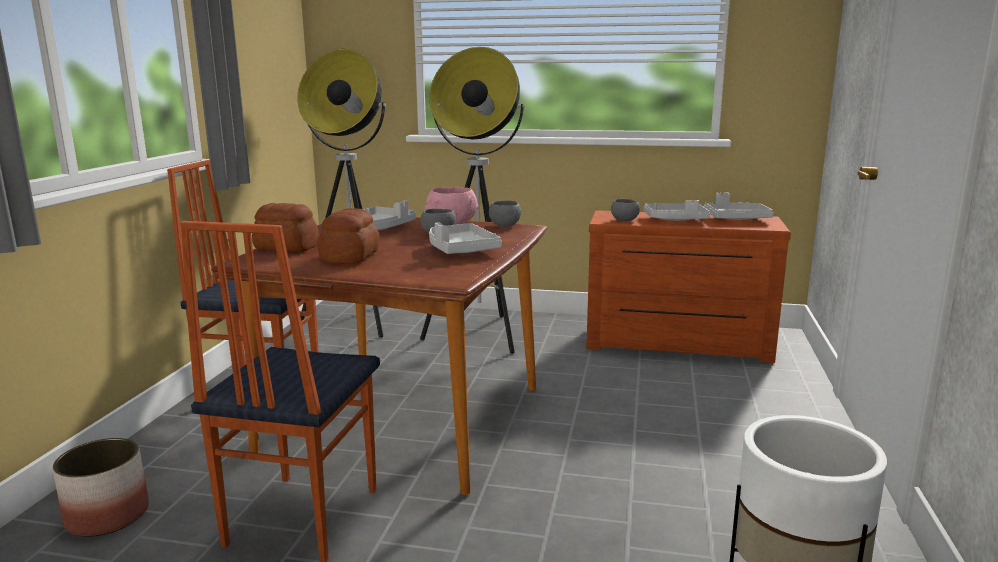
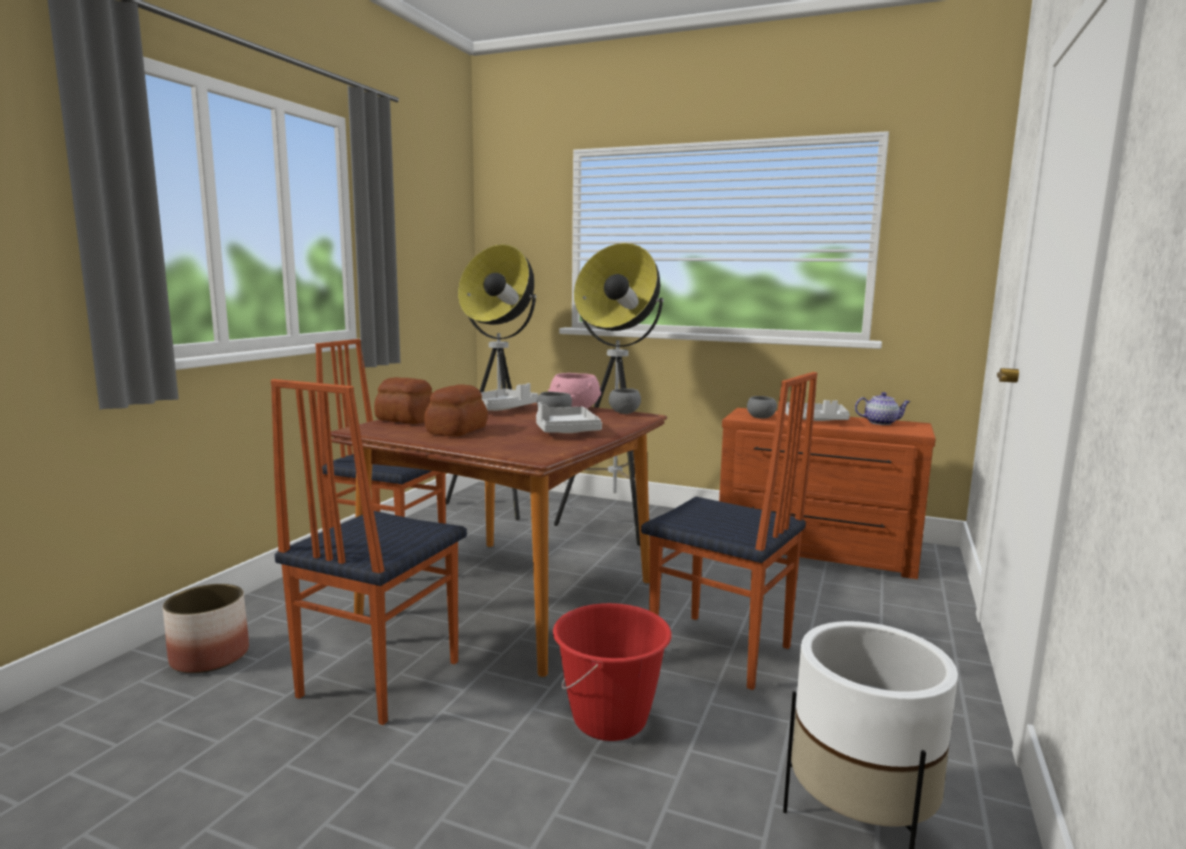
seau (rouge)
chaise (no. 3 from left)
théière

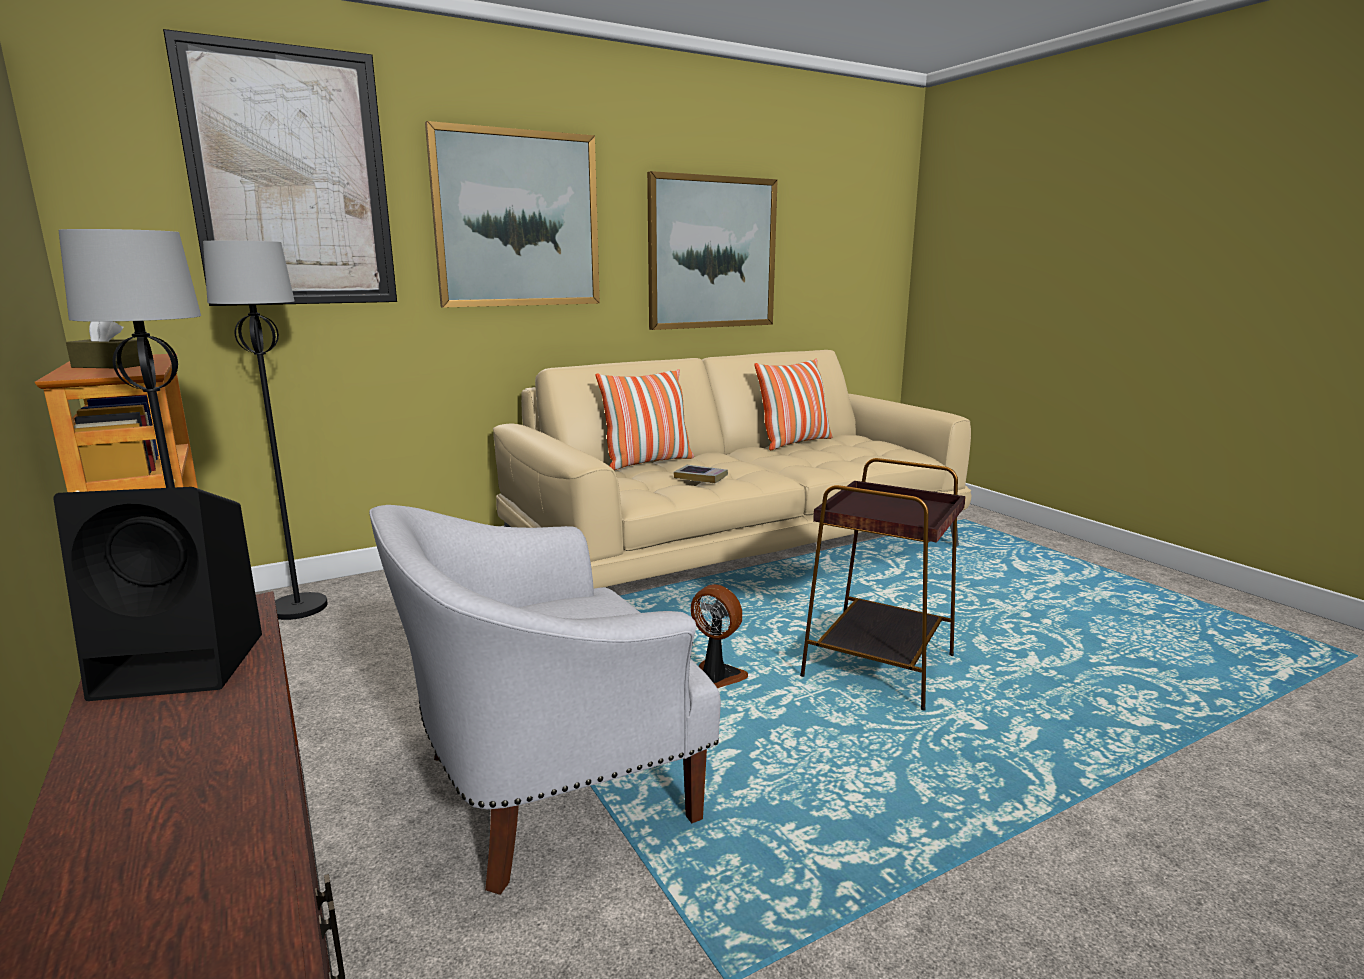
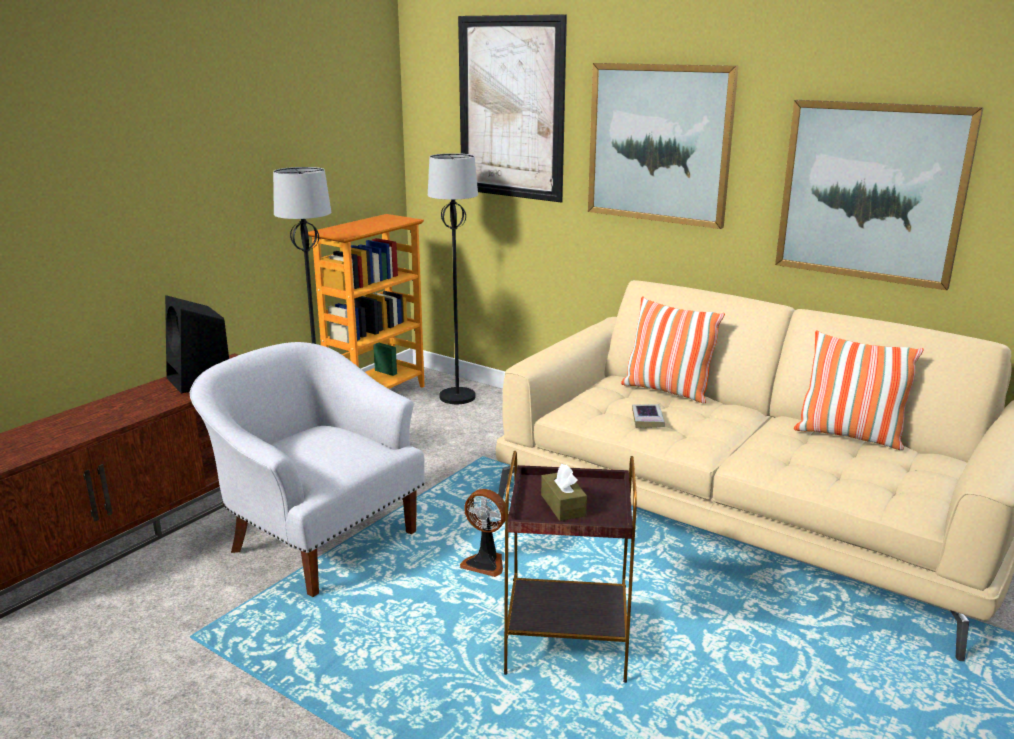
ventilateur
boîte à mouchoirs (marron)

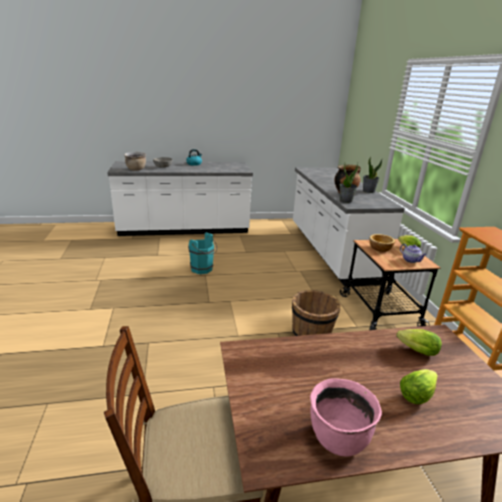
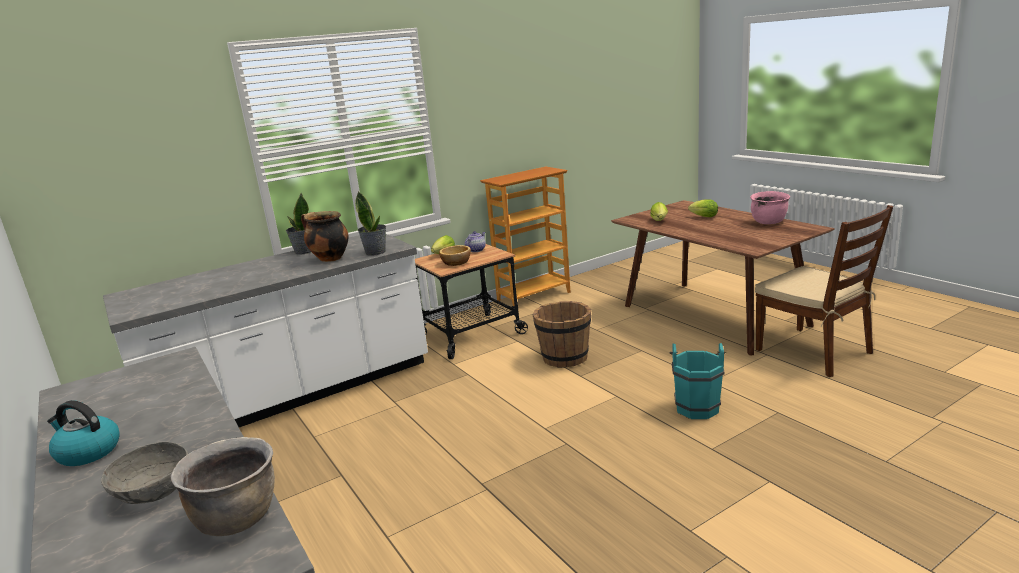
seau (turquoise)

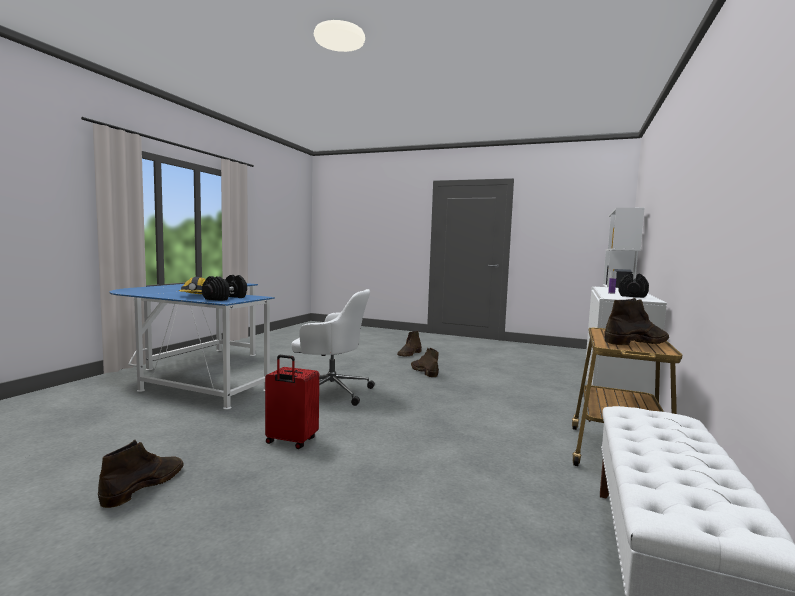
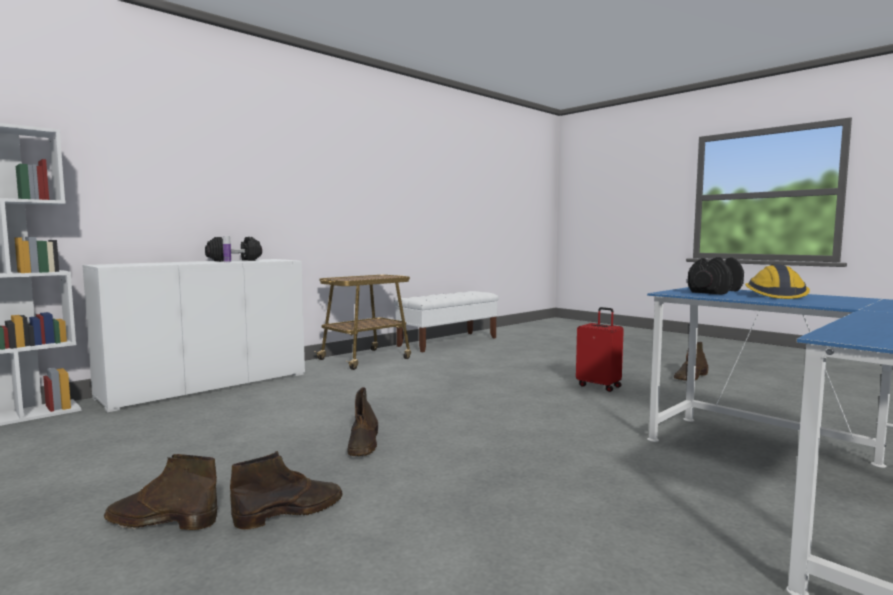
botte (marron) (no. 1 from left)
chaise de bureau (blanc)

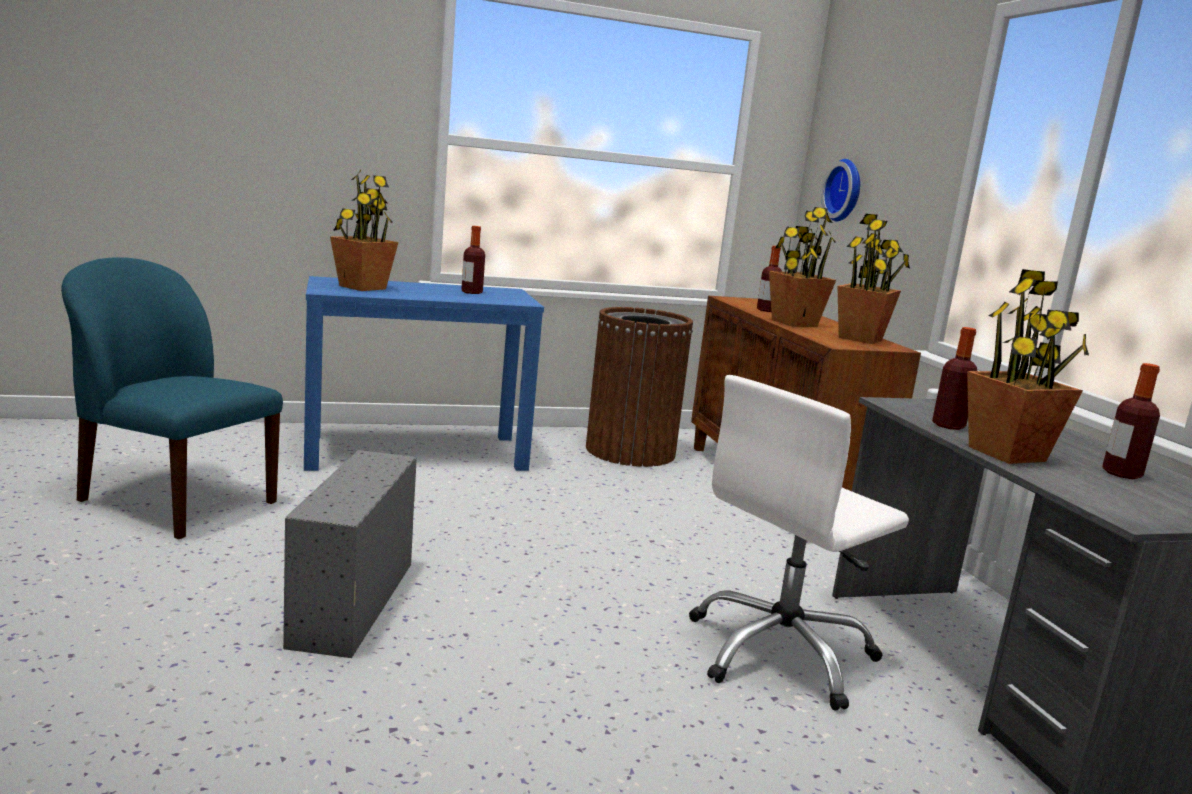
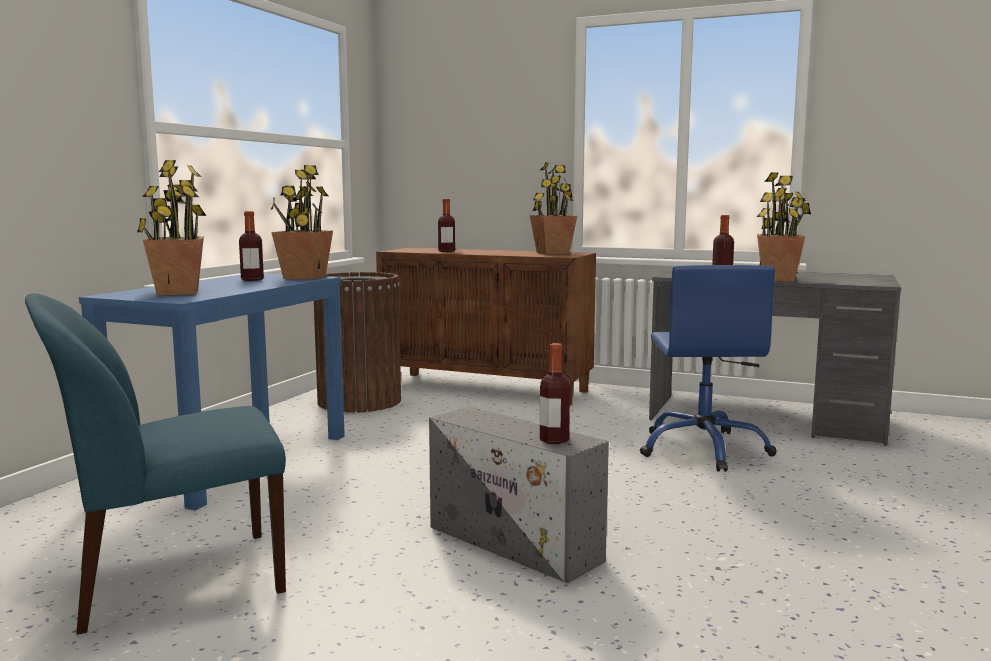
plante en pot (no. 2 from left)
bouteille (no. 3 from left)
chaise de bureau (bleu)
horloge murale

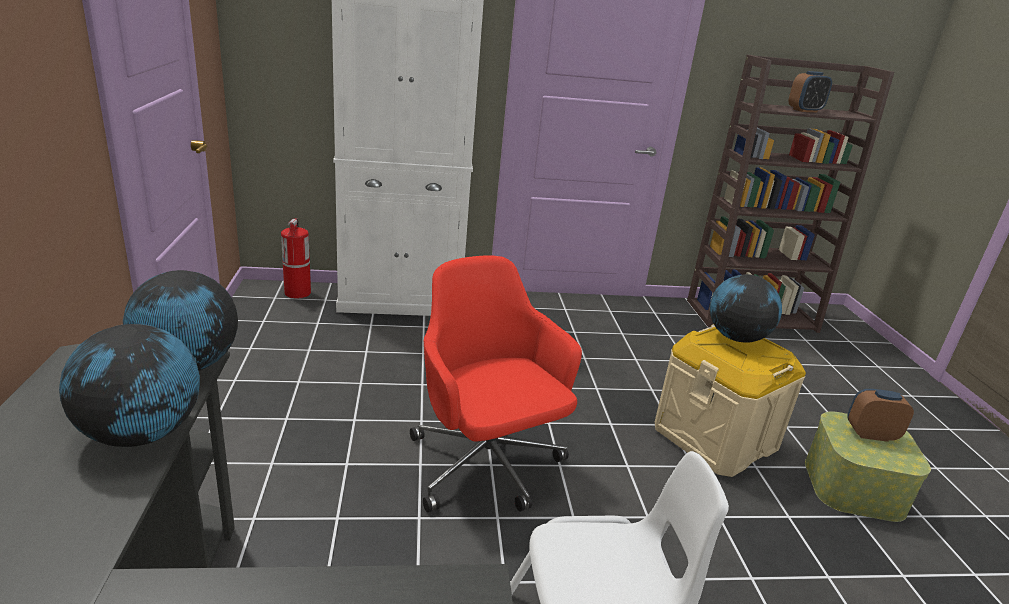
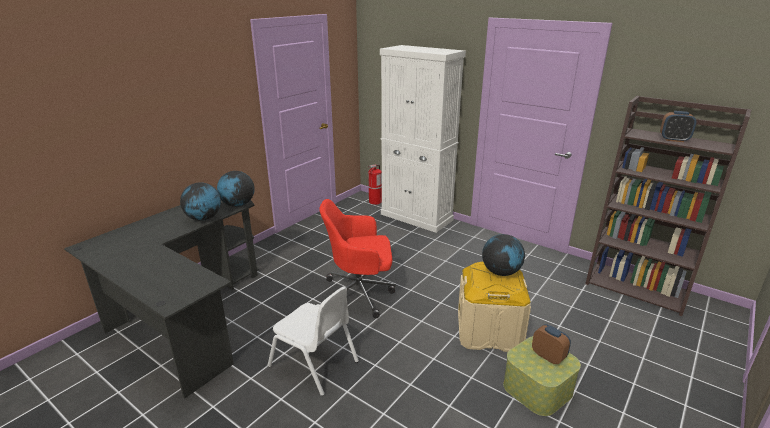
chaise de bureau (rouge)

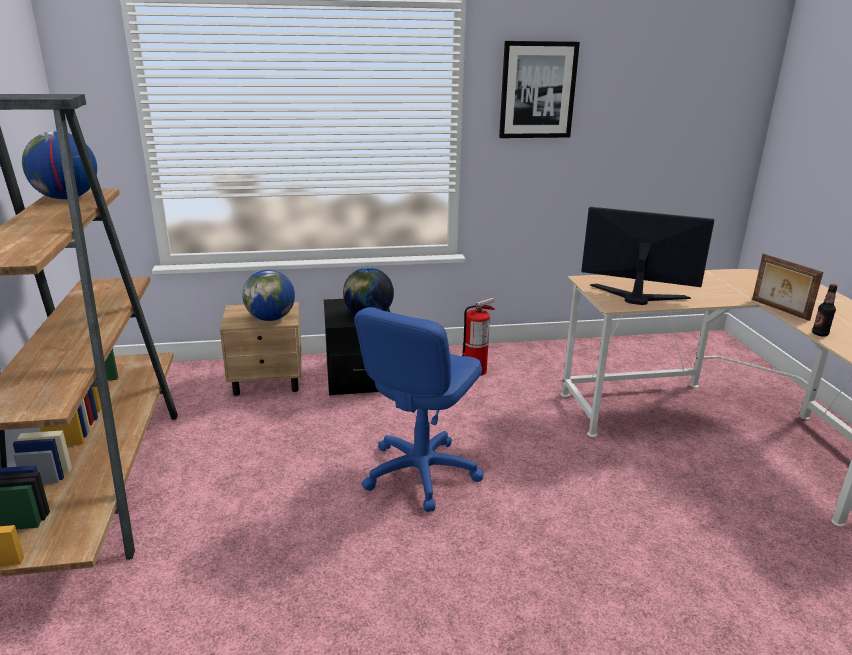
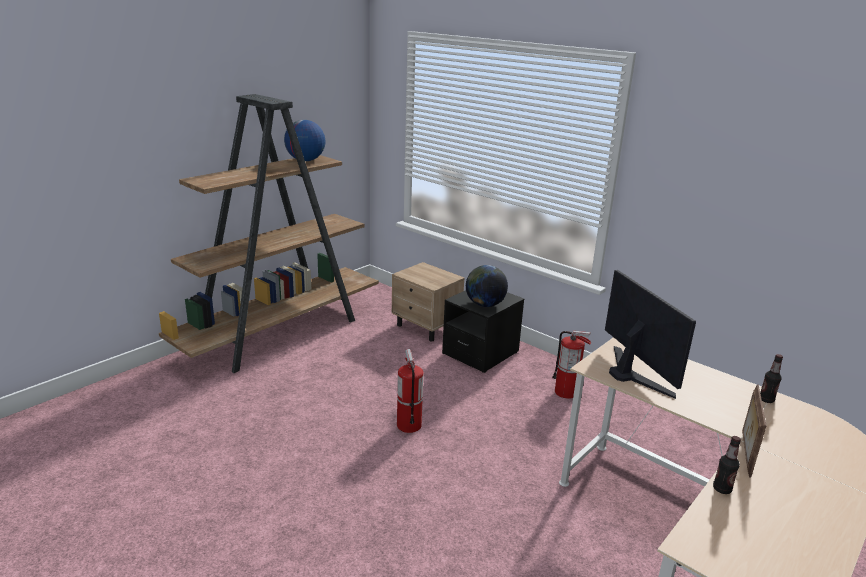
extincteur (no. 1 from left)
bouteille (no. 2 from left)
globe (no. 2 from left in the first image)
tableau

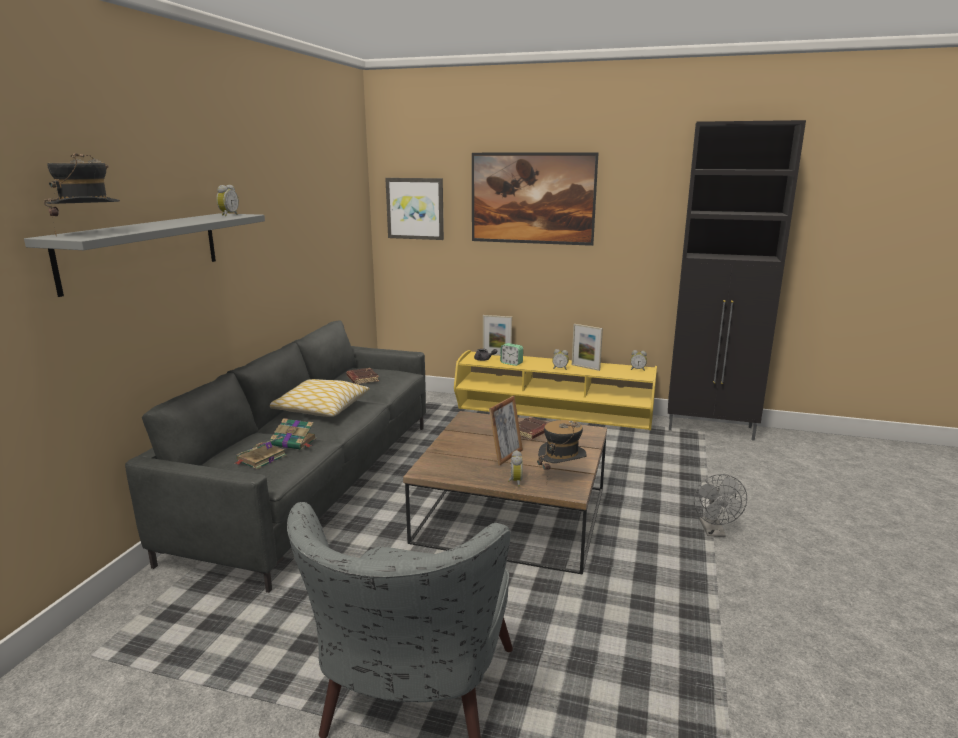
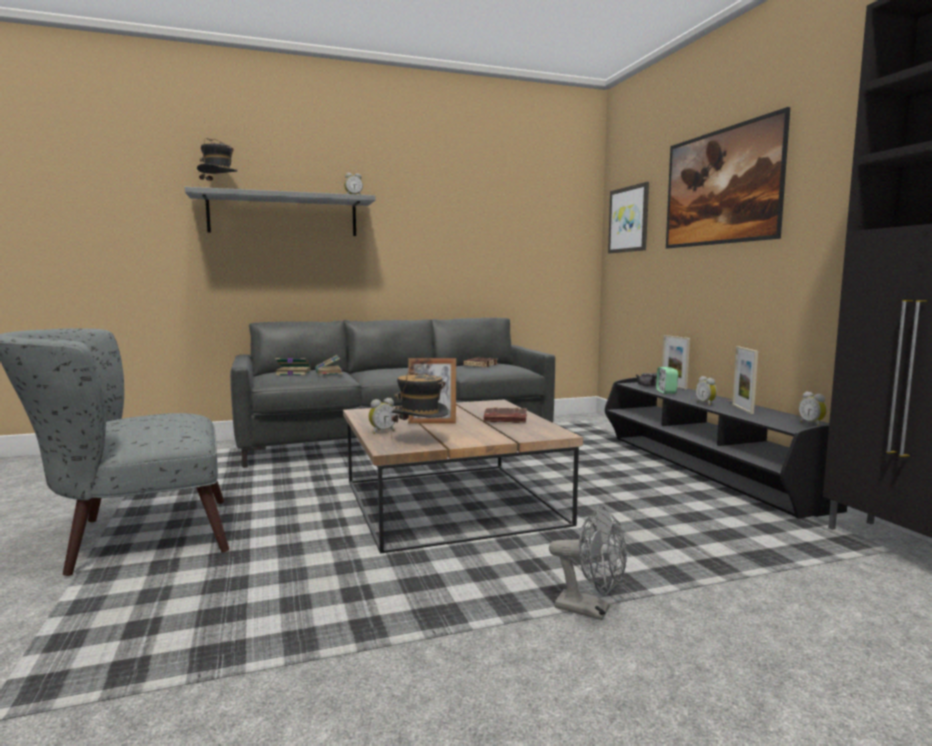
ventilateur (gris)
meuble télé (noir)
coussin

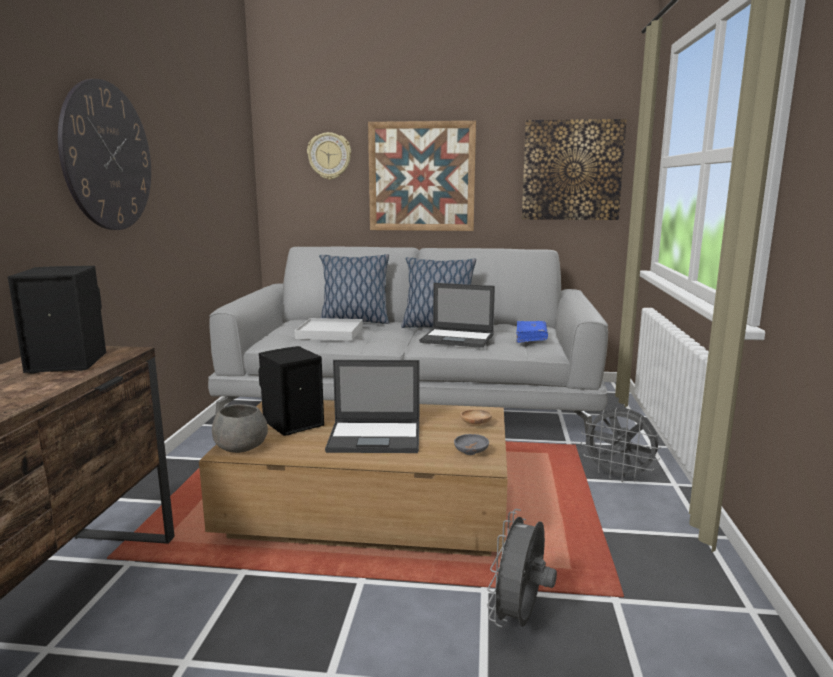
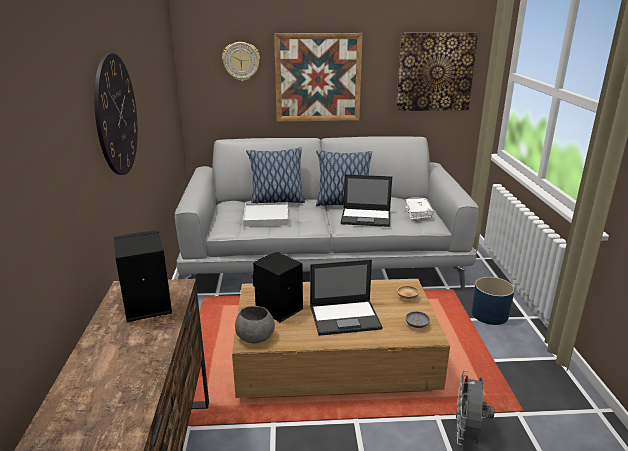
livre (blanc)
cache-pot (bleu)

